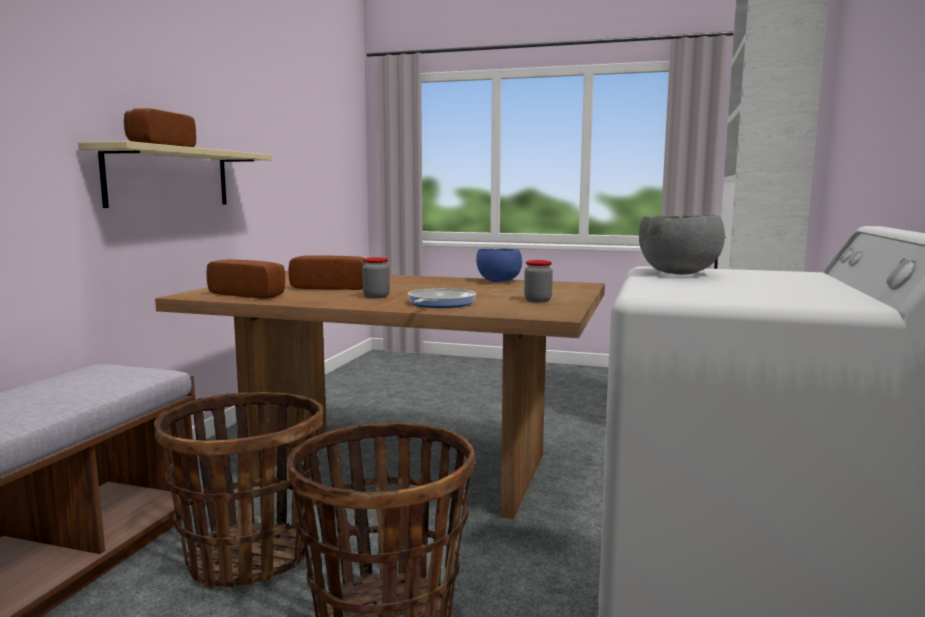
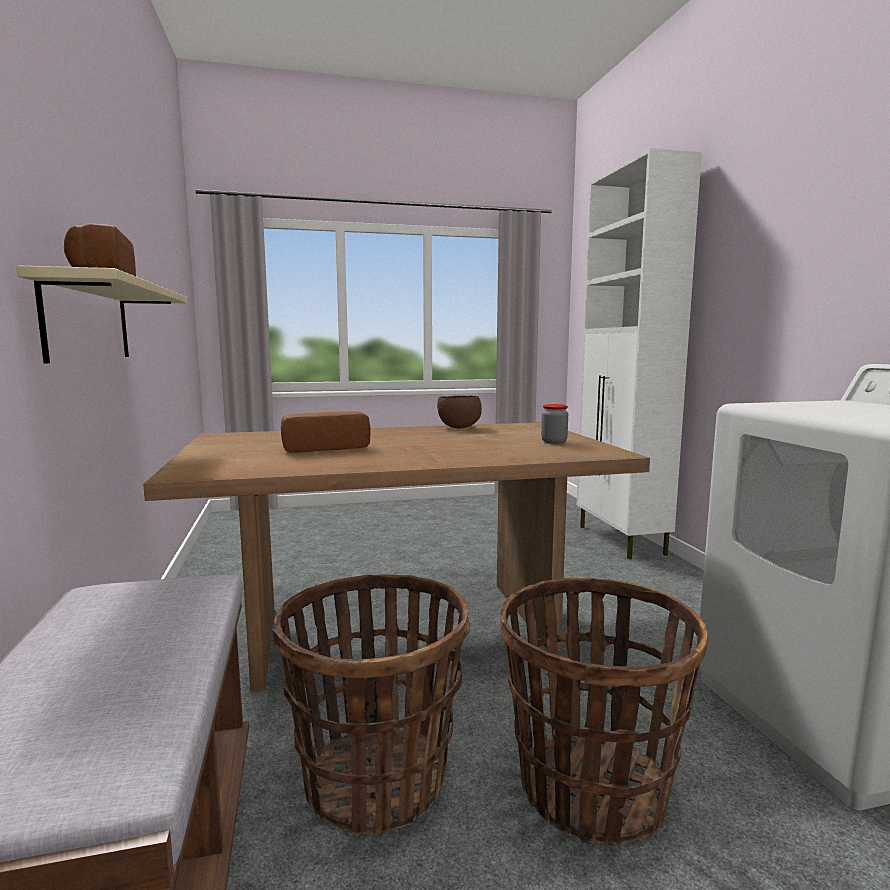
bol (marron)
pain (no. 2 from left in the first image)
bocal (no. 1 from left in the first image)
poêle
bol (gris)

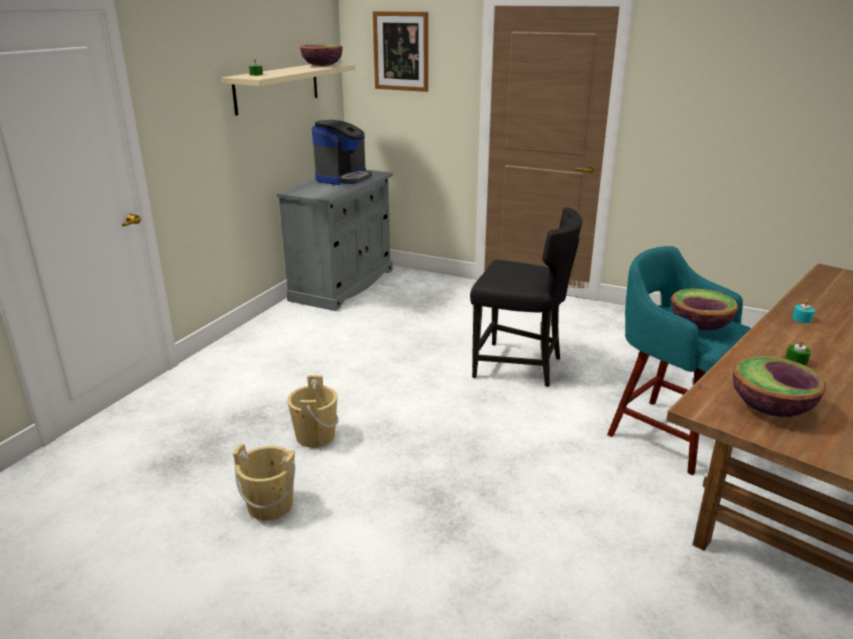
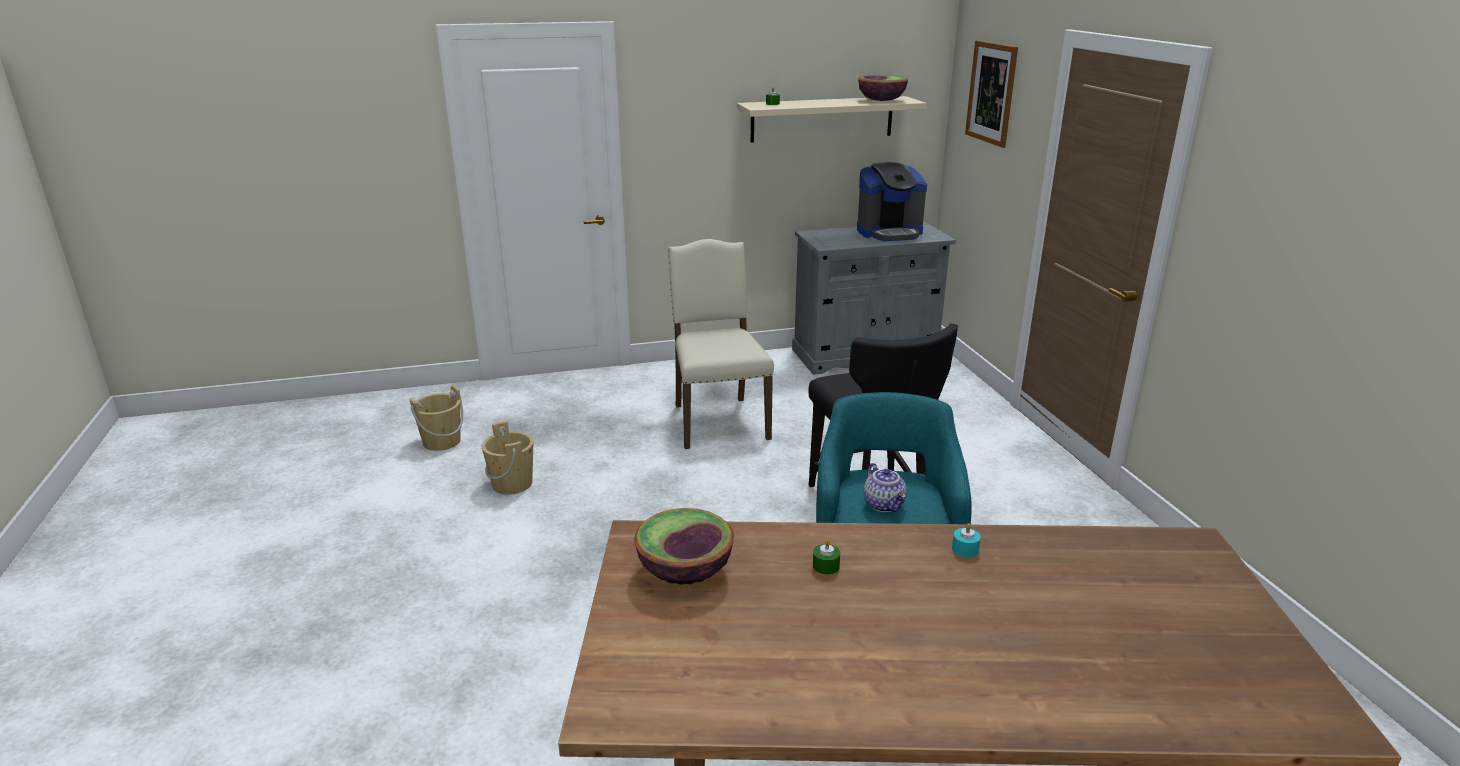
seau (beige) (no. 1 from left)
chaise (beige)
théière

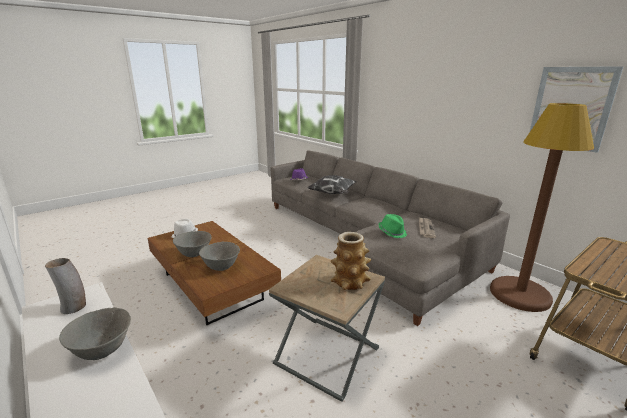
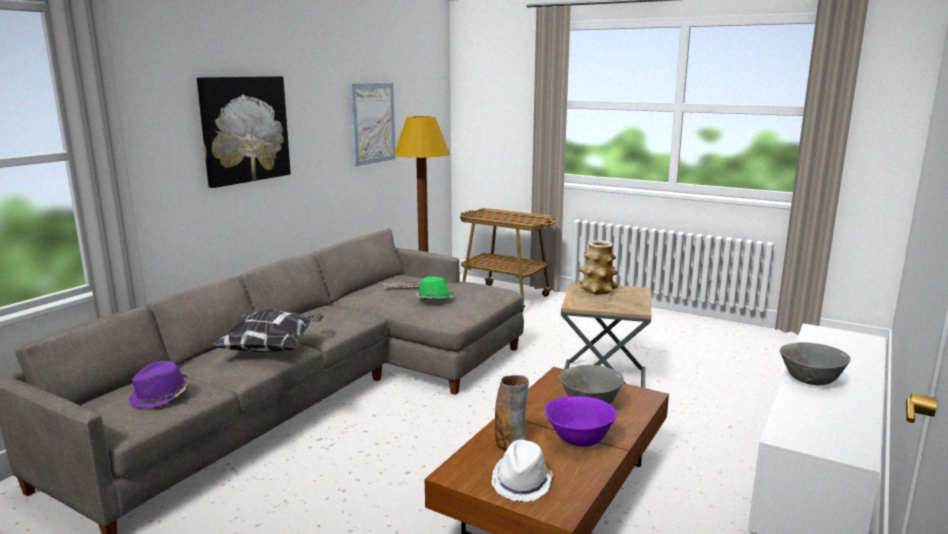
tableau (no. 1 from left)
vase (no. 1 from left)
bol (violet)

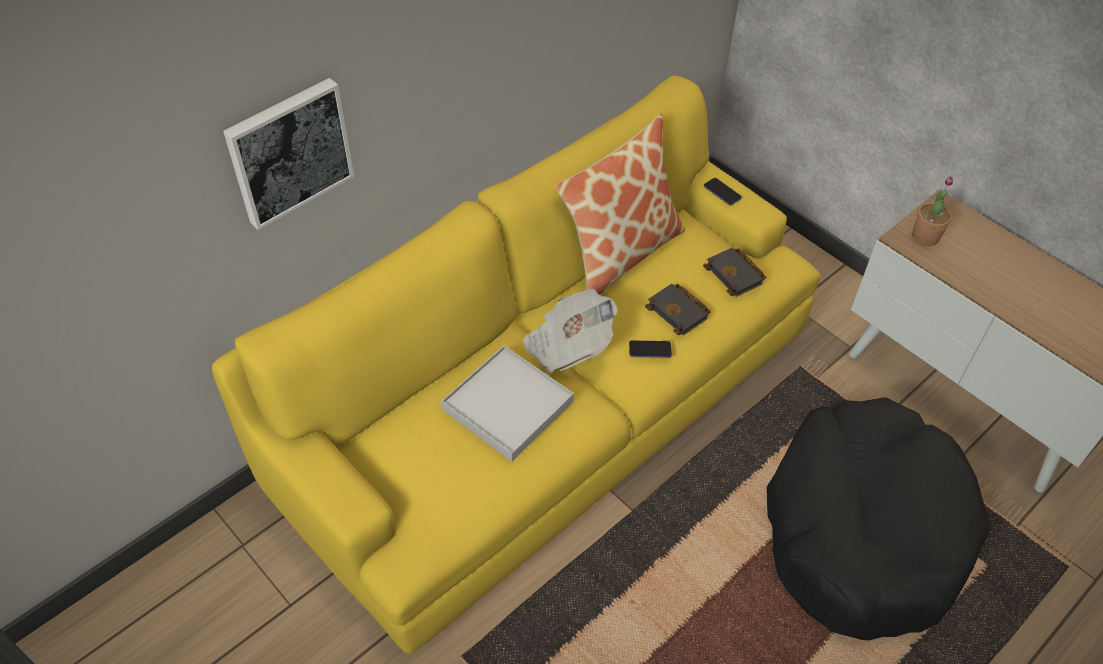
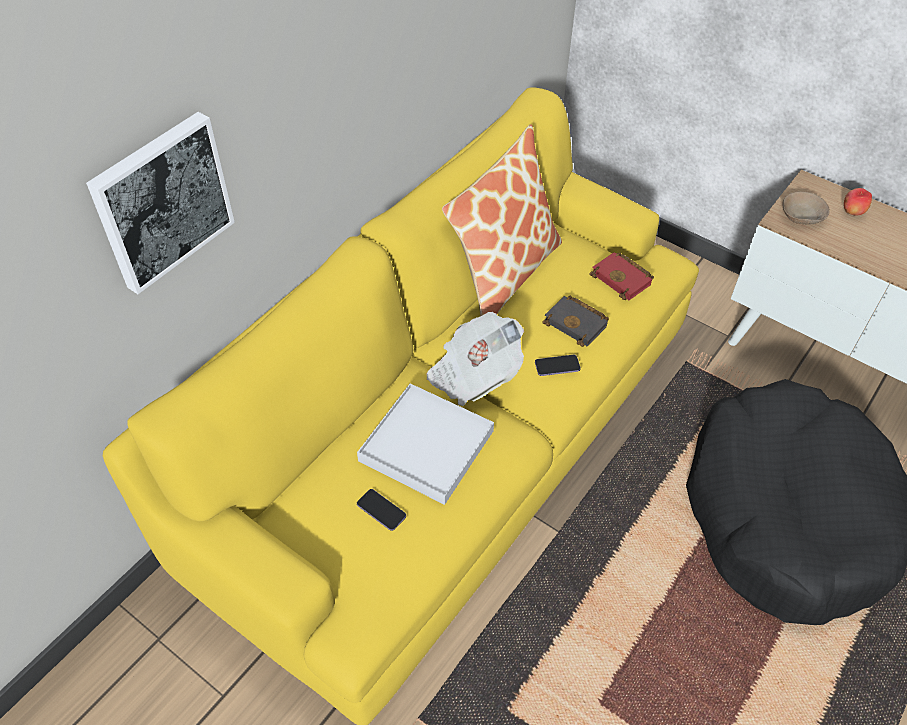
téléphone (no. 1 from left)
livre (rouge)
bol (beige)
pomme

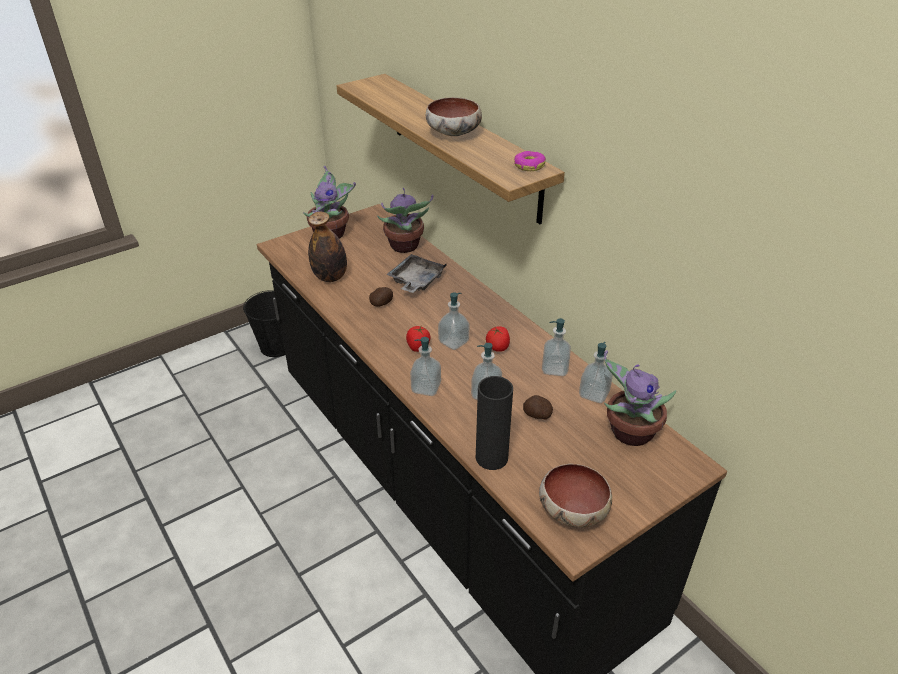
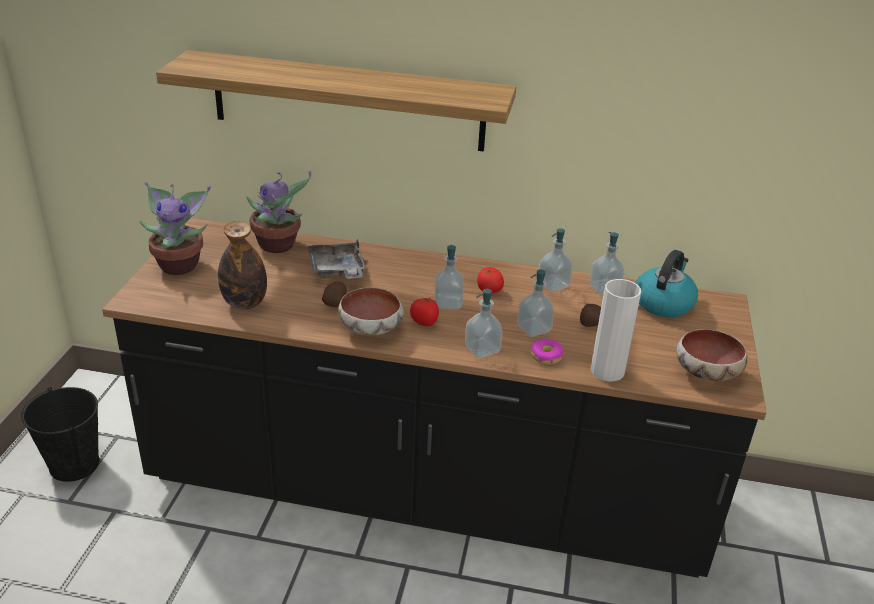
bol (no. 1 from left)
beignet
vase (blanc)
bouilloire

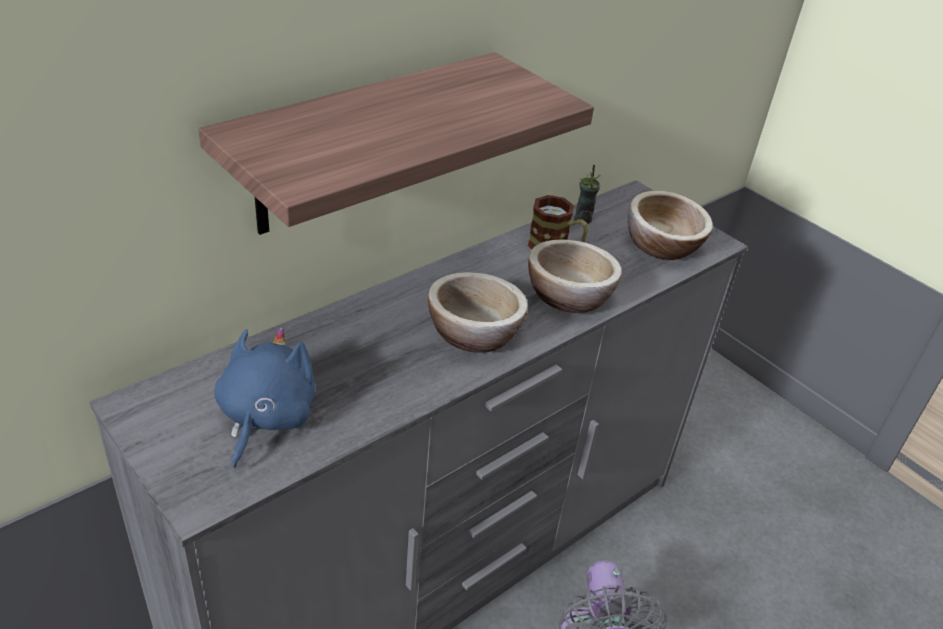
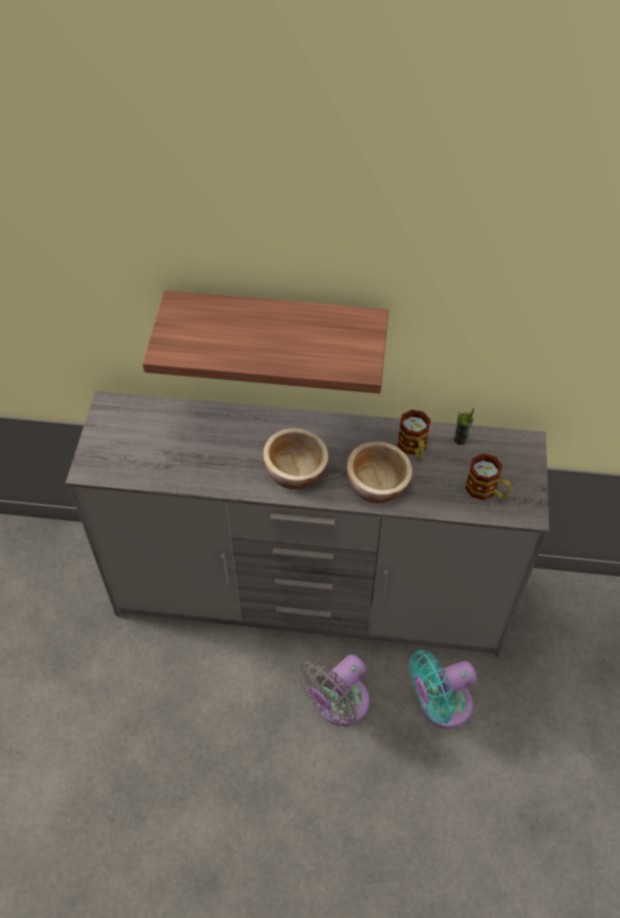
ventilateur (turquoise)
mug (no. 2 from left)
peluche (bleu)

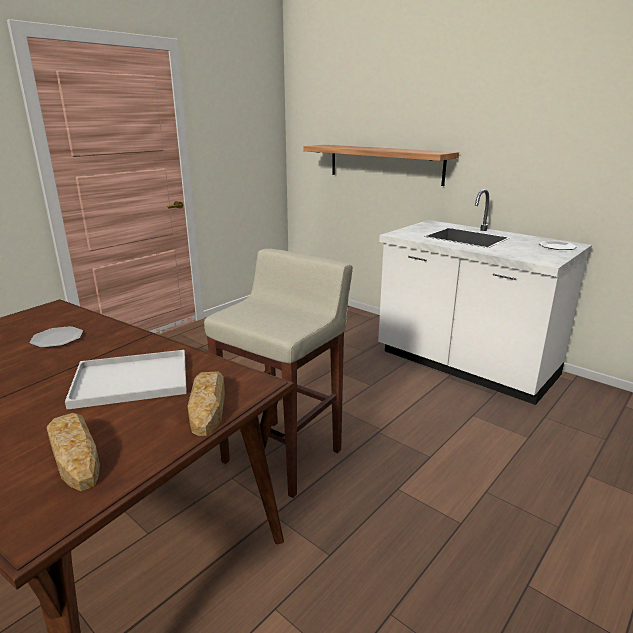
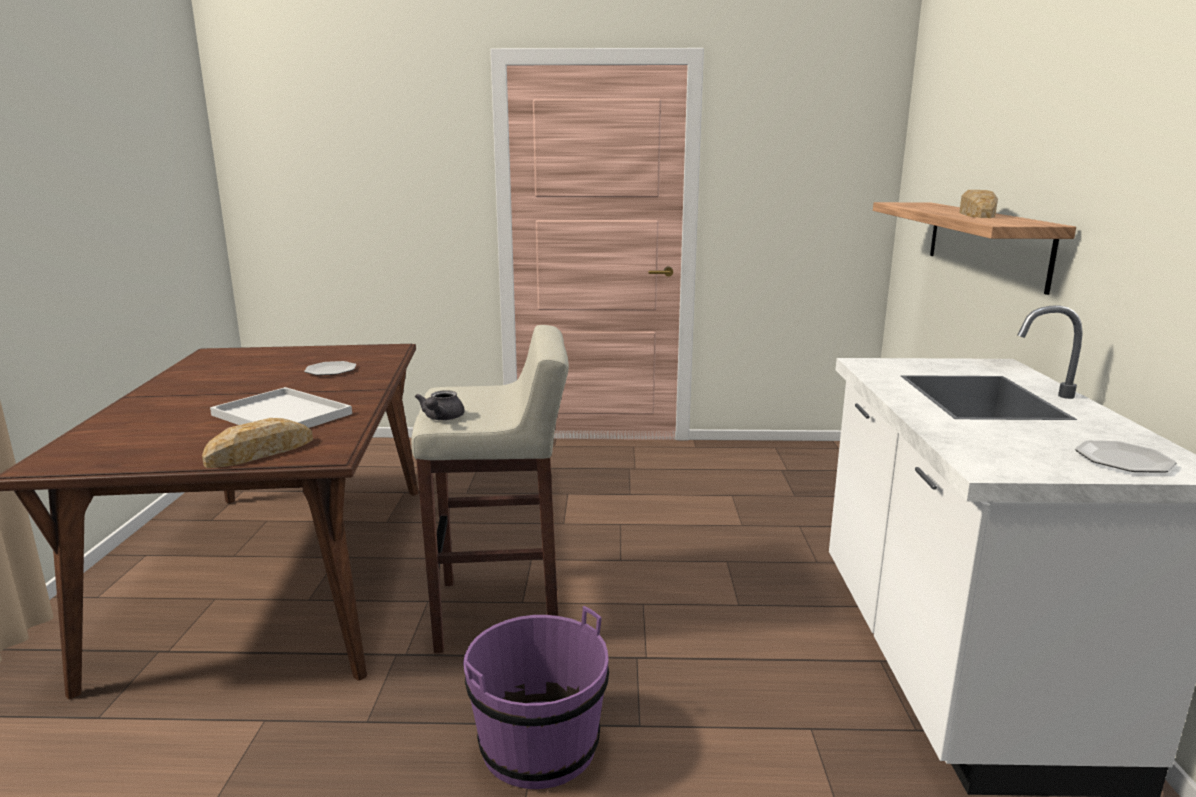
théière (gris)
seau (violet)
pain (no. 2 from left)

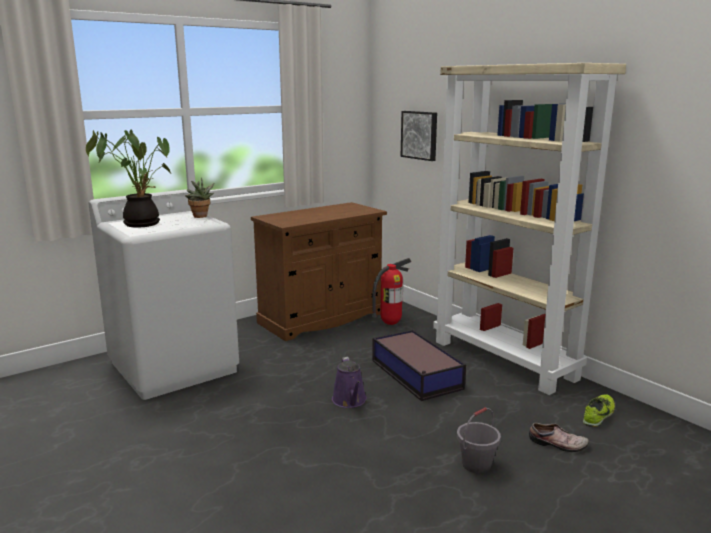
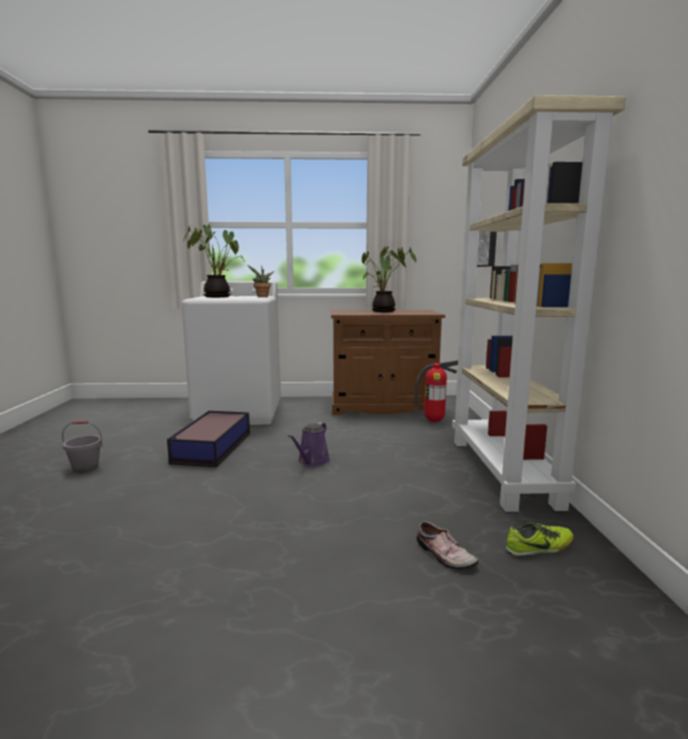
seau (gris)
boîte de rangement
plante en pot (no. 3 from left)

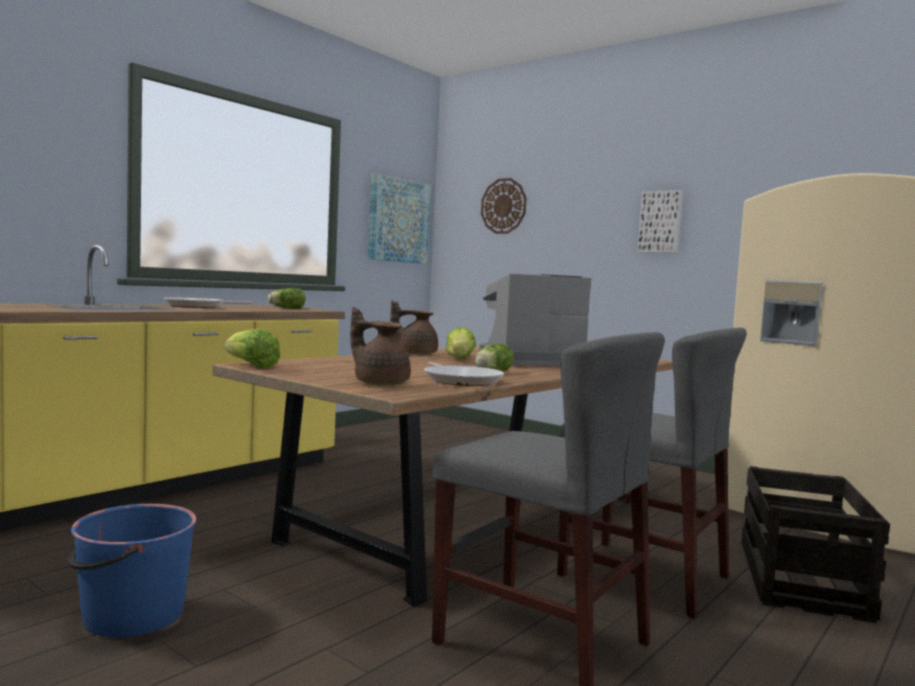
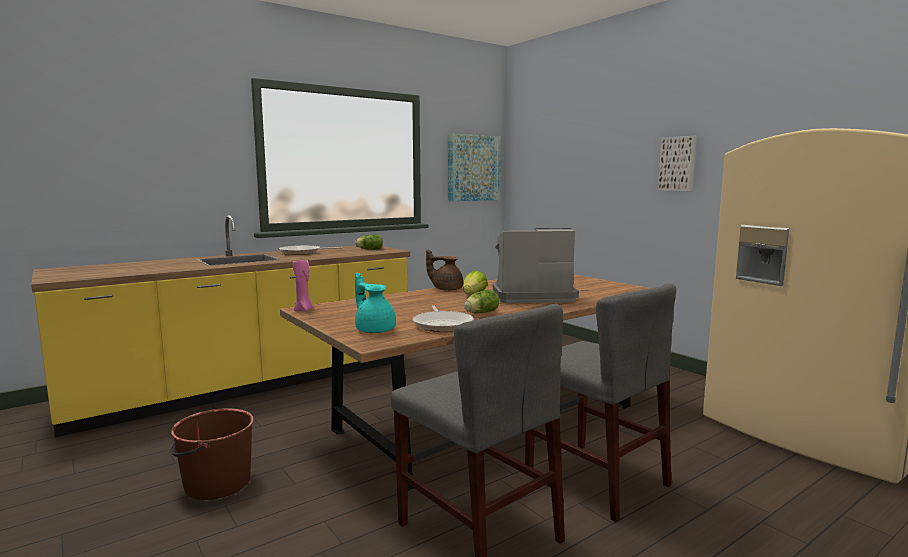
seau (marron)
bougie (rose)
théière (turquoise)
horloge murale
caisse

